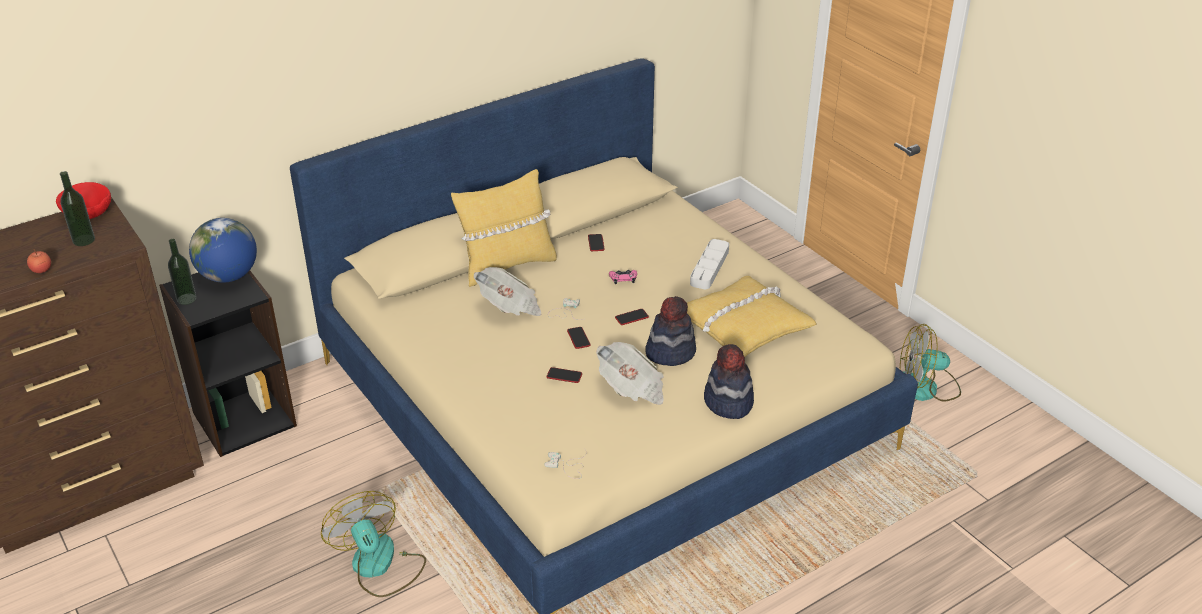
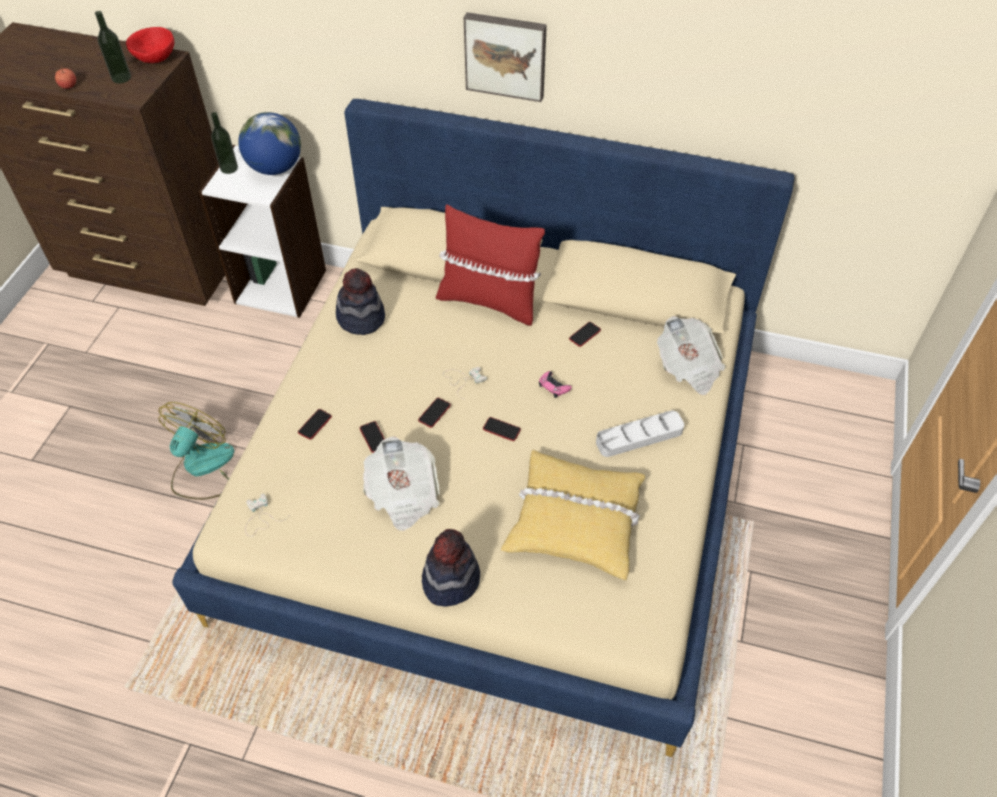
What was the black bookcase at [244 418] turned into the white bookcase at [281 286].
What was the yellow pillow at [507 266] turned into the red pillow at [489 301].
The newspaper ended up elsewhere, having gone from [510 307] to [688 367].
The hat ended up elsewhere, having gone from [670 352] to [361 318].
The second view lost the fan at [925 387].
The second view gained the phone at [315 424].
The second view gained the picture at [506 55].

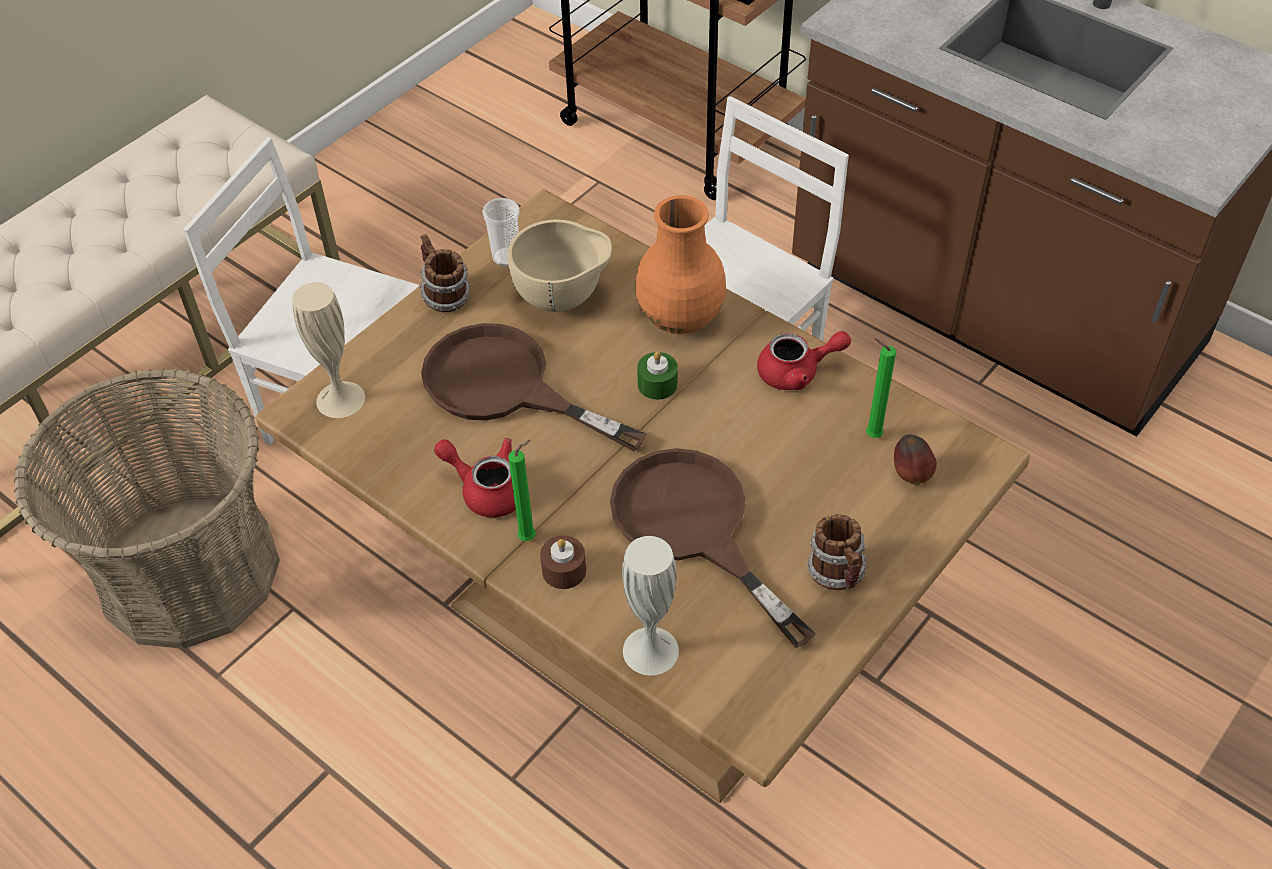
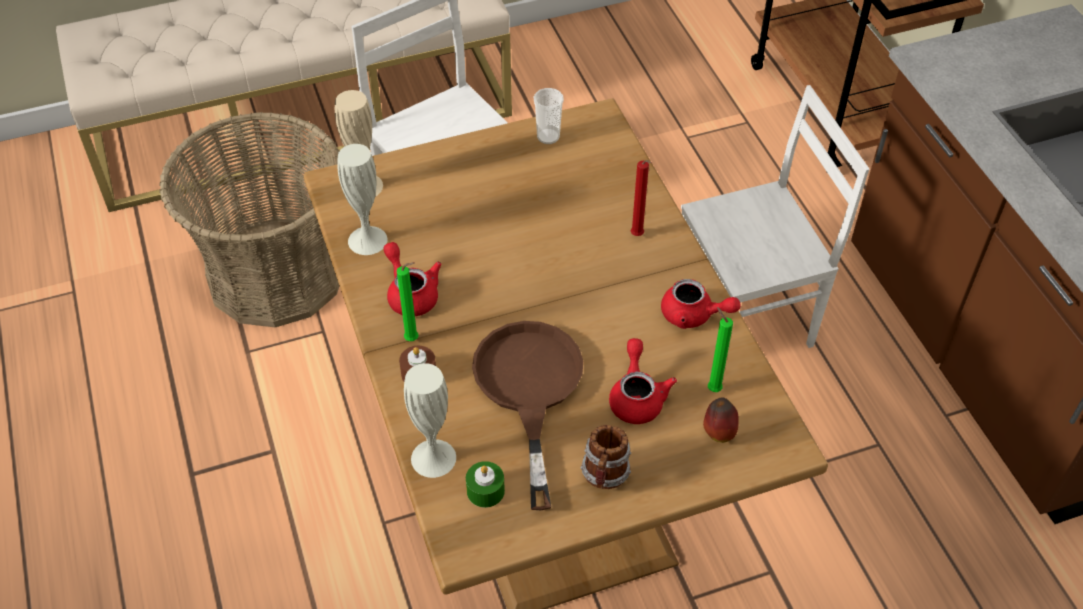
The second view lost the mug at [444 296].
The second view lost the brown frying pan at [506 387].
The second view lost the beige bowl at [563 300].
Where the orange vase stood at [680 319], the red candle came to stand at [638 236].
The green candle ended up elsewhere, having gone from [657 384] to [485 491].
The second view gained the white vase at [367 240].
The second view gained the red teapot at [637 397].

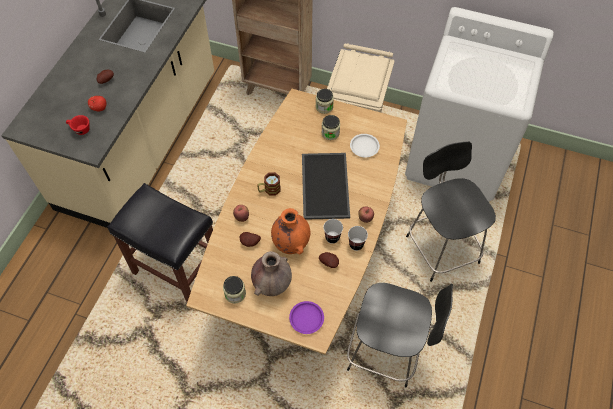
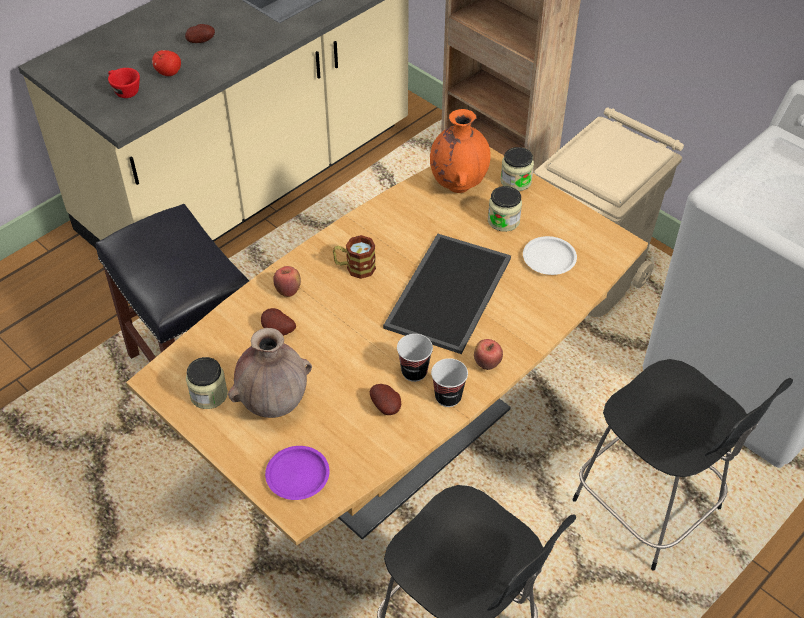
The orange vase ended up elsewhere, having gone from [290 244] to [458 184].
The black chair at [441 247] ended up facing another way, 135 degrees clockwise from before.

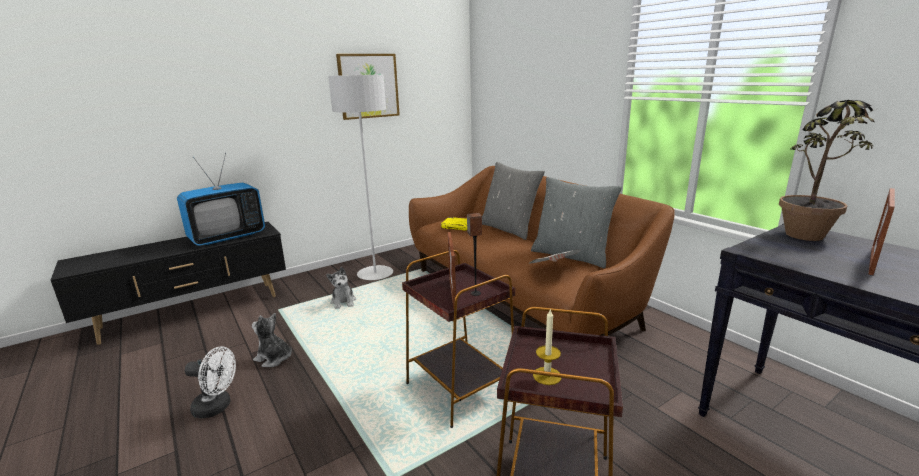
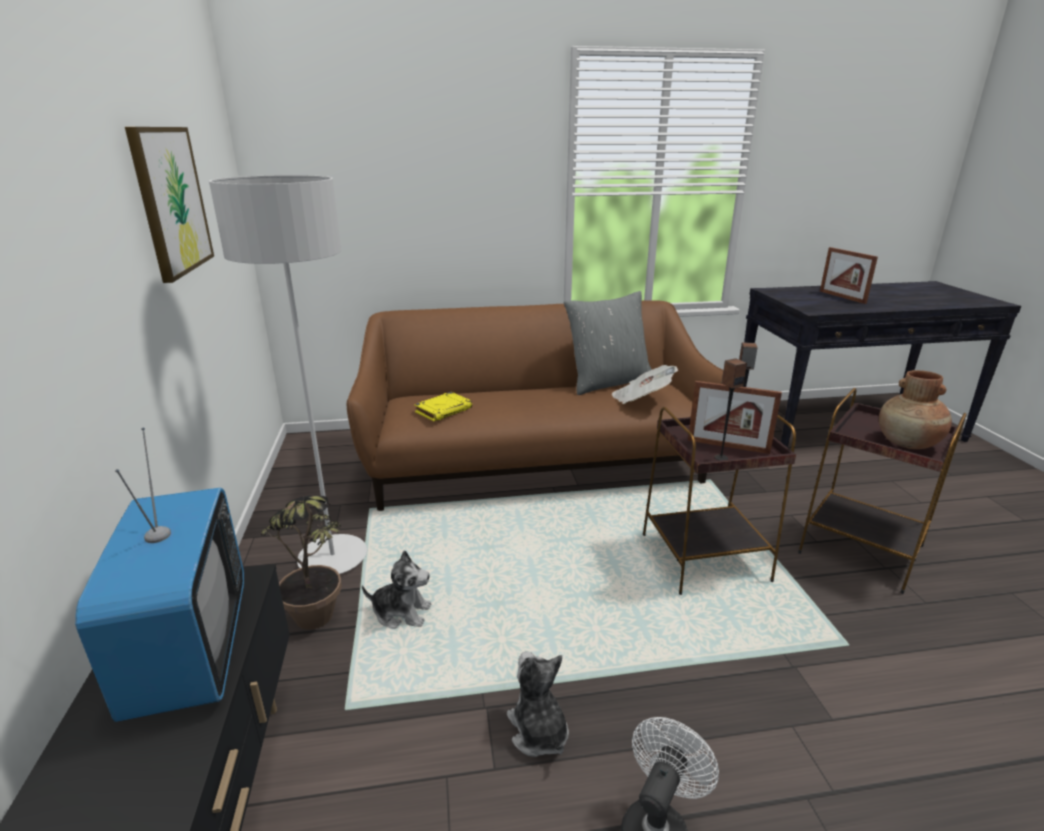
The plush toy at [274 358] ended up facing another way, 105 degrees clockwise from before.
The second view lost the grey pillow at [509 229].
Where the candle stood at [547 376], the brown vase came to stand at [907 443].
The potted plant ended up elsewhere, having gone from [807 239] to [320 624].
The second view gained the speaker at [720 457].

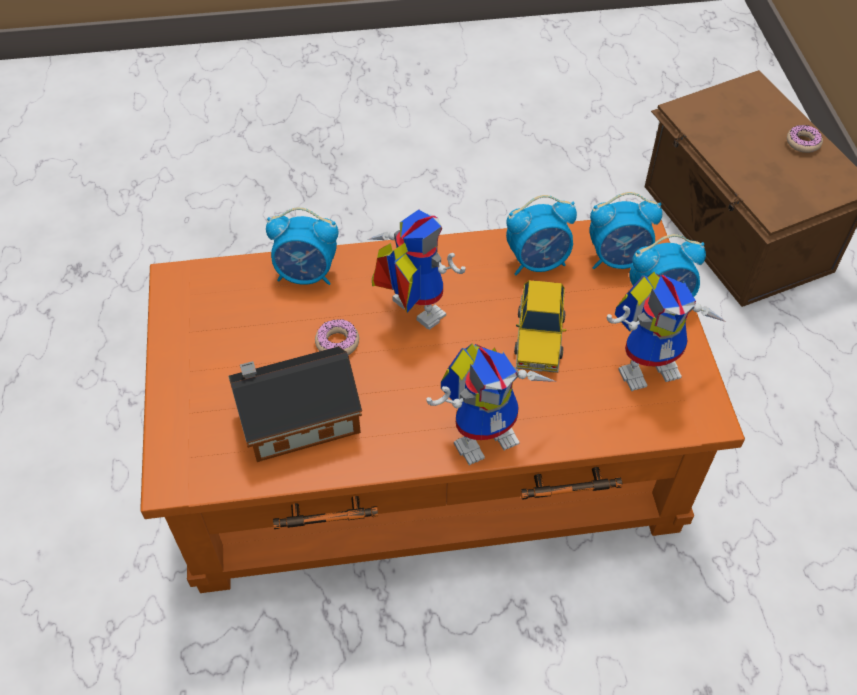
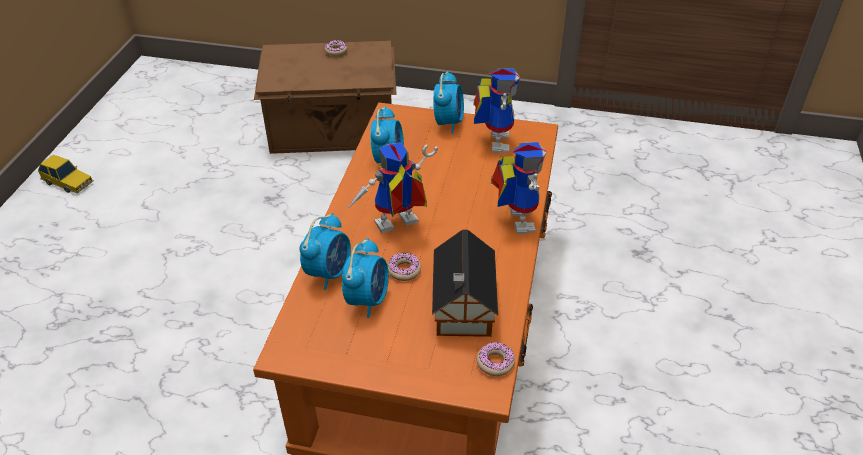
The toy car ended up elsewhere, having gone from [539 337] to [68 182].
The alarm clock ended up elsewhere, having gone from [618 259] to [367 299].
The second view gained the donut at [495 362].

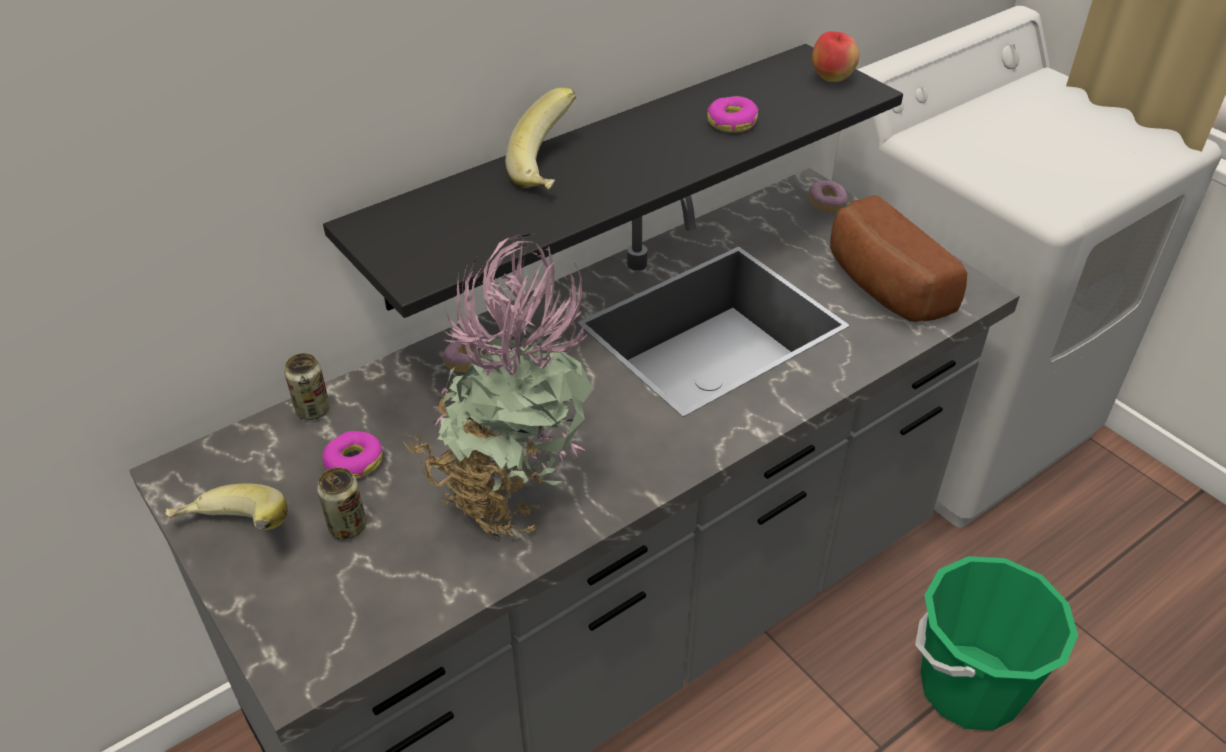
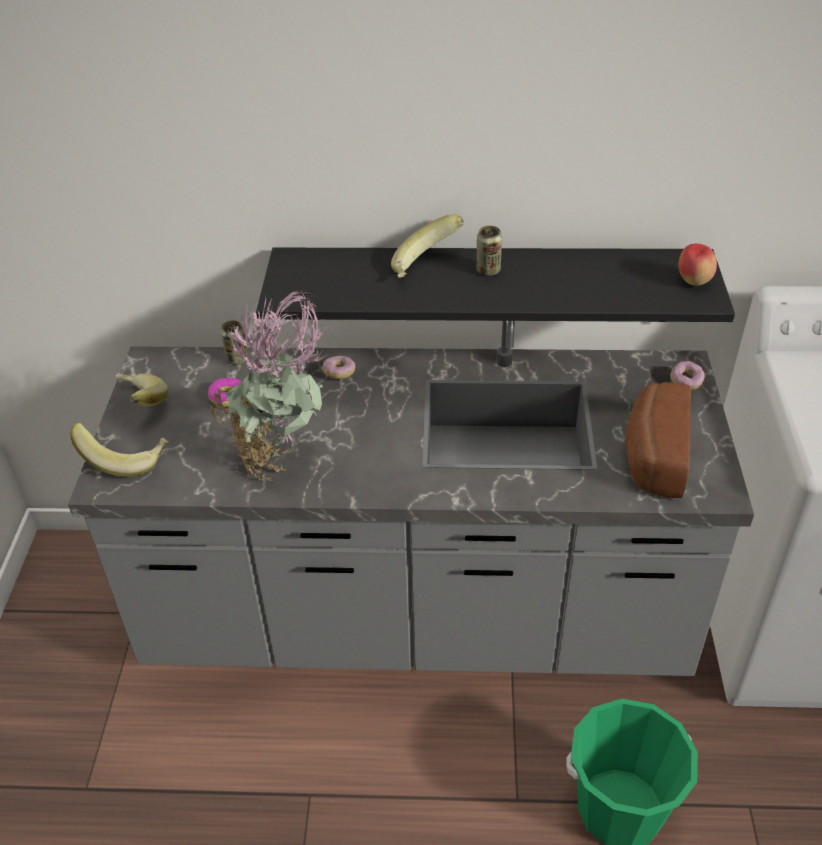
The can ended up elsewhere, having gone from [348 527] to [488 270].
The second view lost the donut at [731 122].
The second view gained the banana at [125 459].

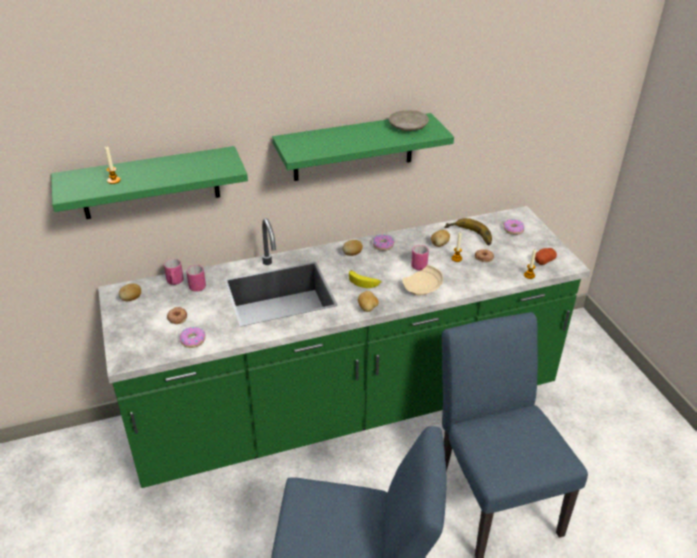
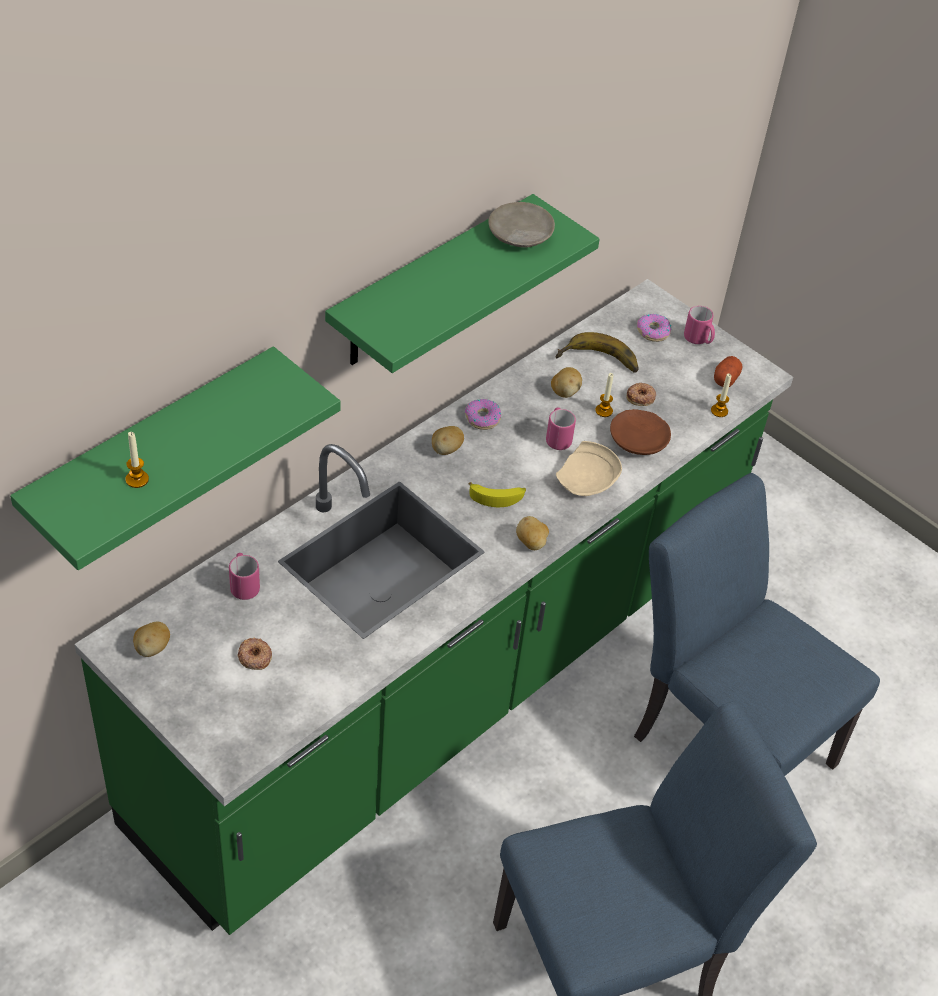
The pink mug ended up elsewhere, having gone from [175 282] to [698 340].
The second view lost the donut at [193 340].
The second view gained the brown plate at [639 439].

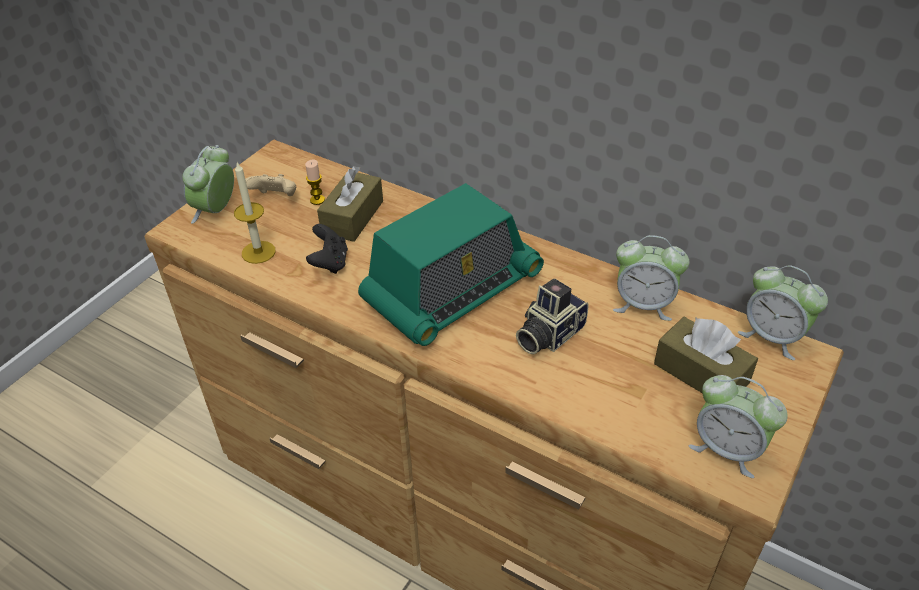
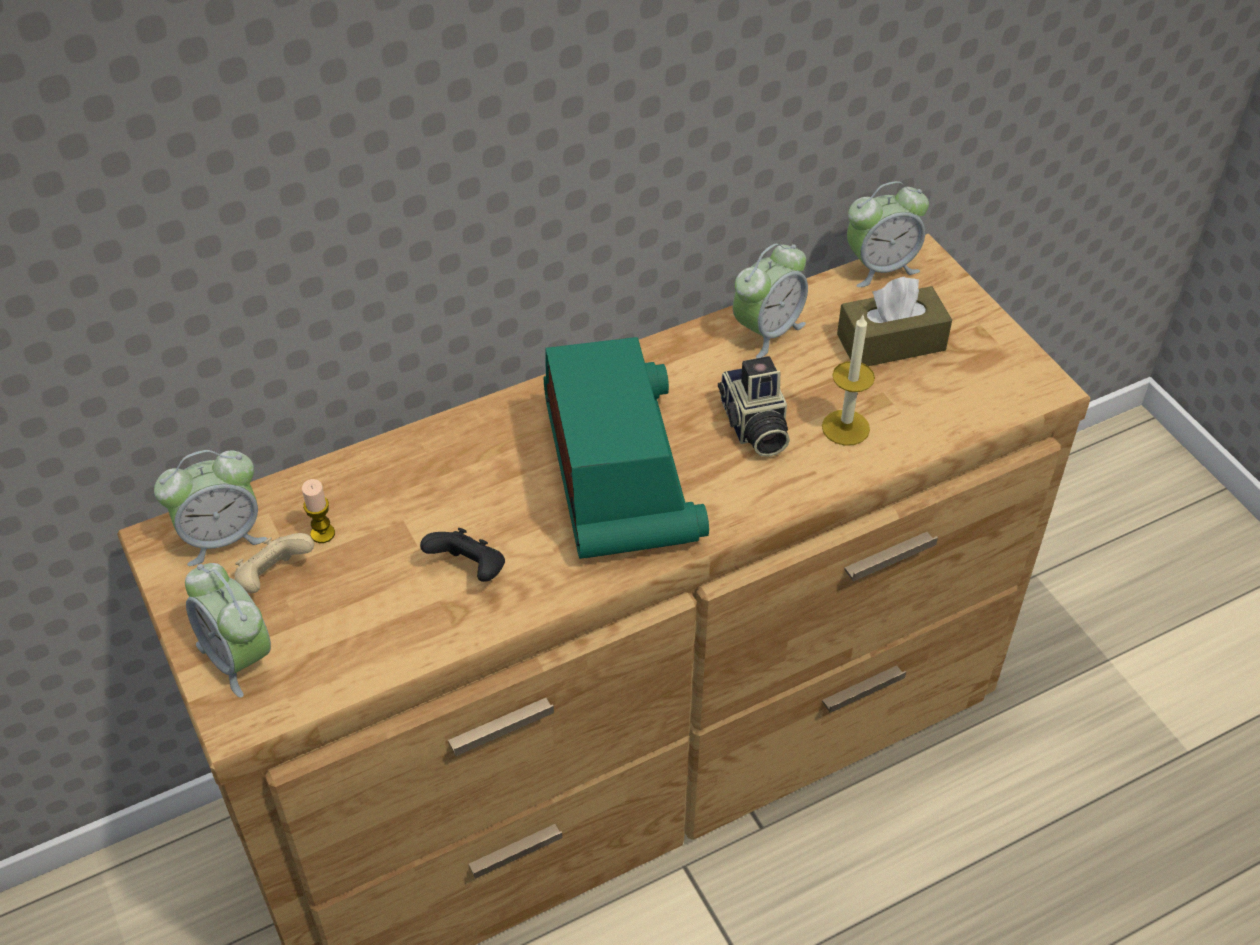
The candle ended up elsewhere, having gone from [258 252] to [845 427].
The second view lost the brown tissue box at [352 217].
The alarm clock ended up elsewhere, having gone from [727 449] to [222 537].

